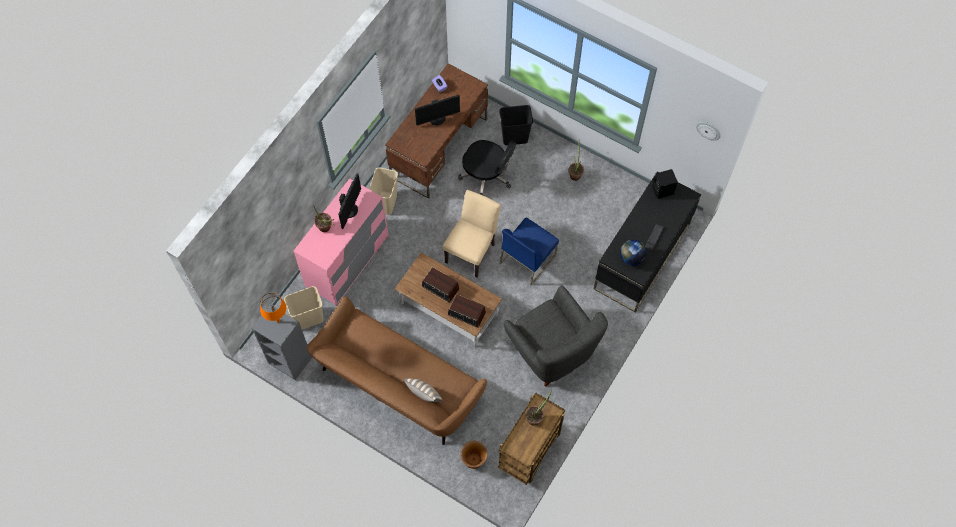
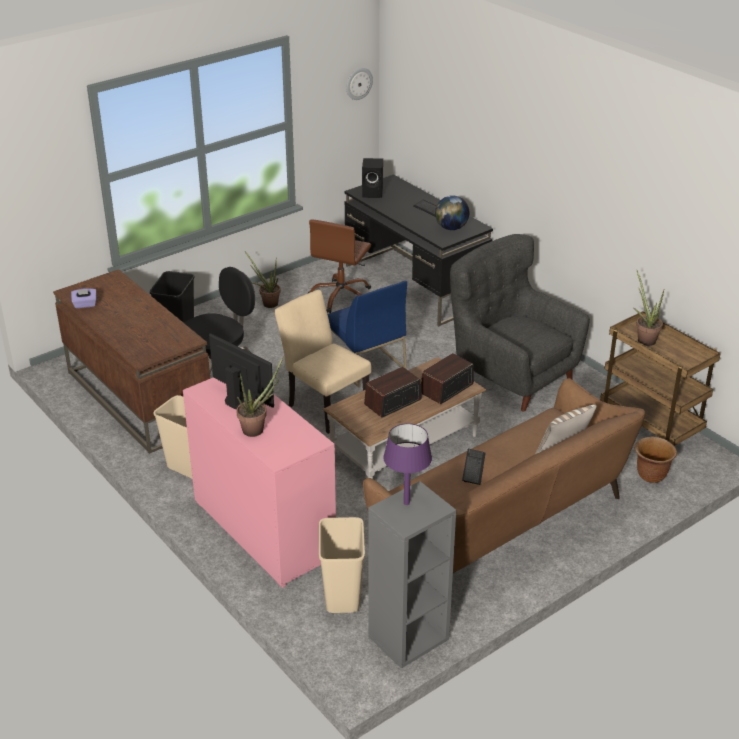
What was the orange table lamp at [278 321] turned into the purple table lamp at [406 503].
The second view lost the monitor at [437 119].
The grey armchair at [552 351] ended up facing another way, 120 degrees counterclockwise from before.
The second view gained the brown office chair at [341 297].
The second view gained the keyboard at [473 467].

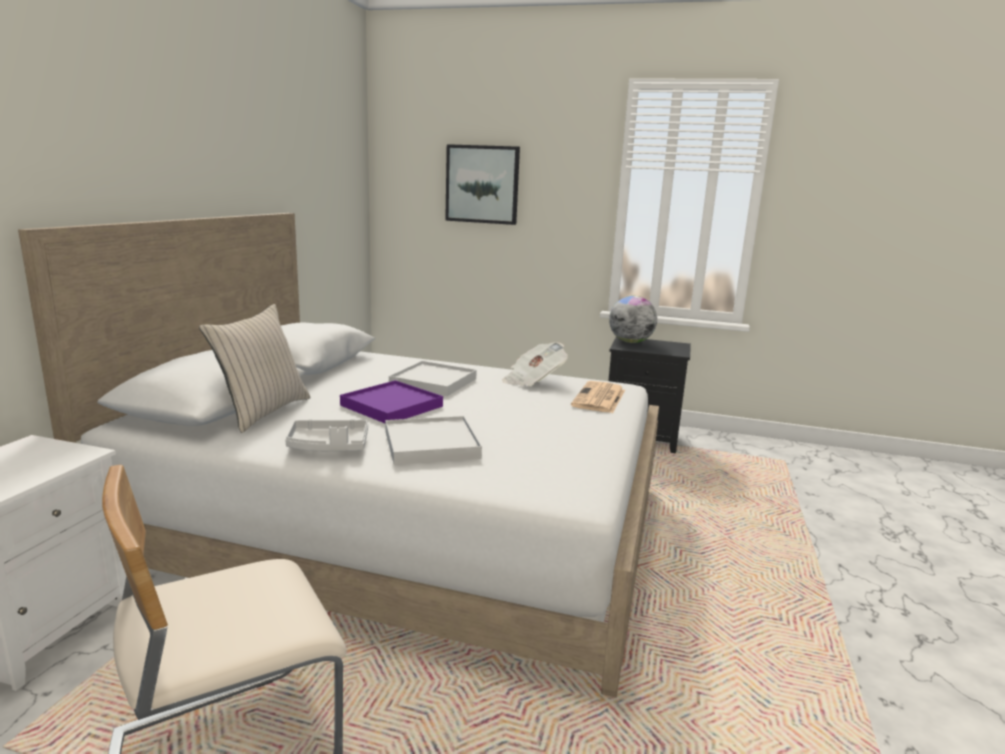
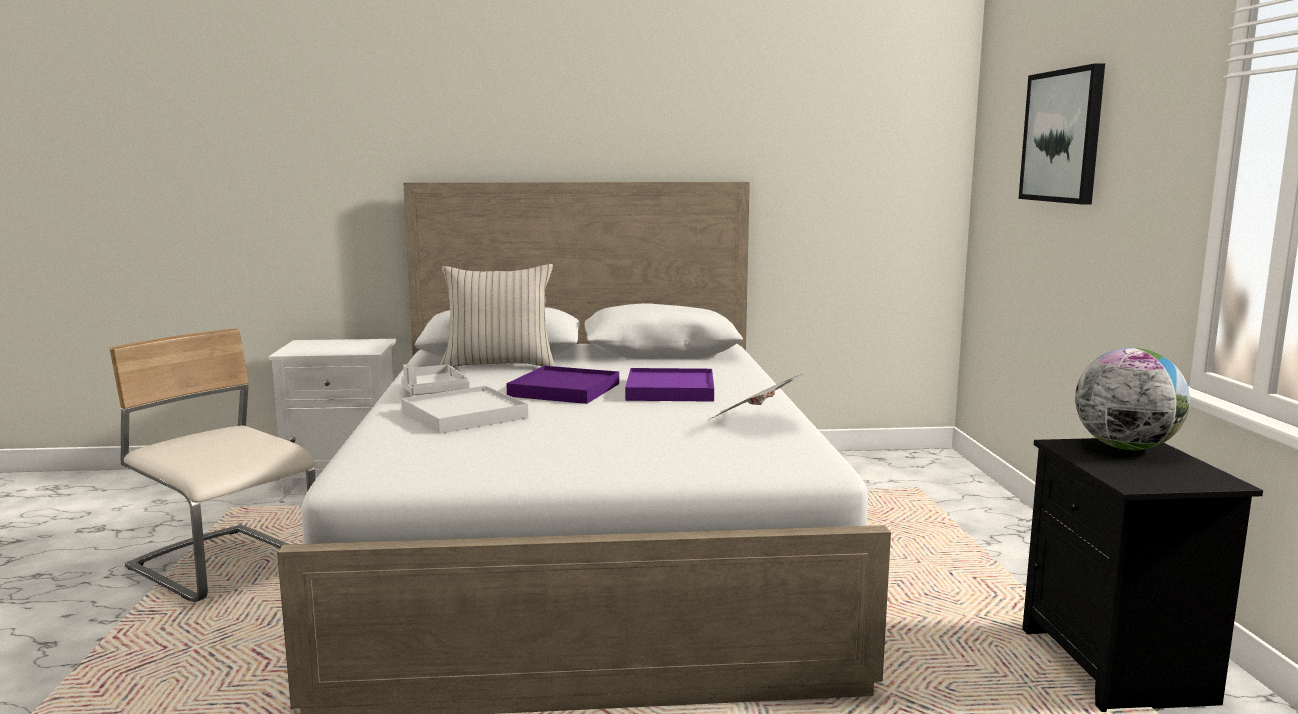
What was the white tray at [434 382] turned into the purple tray at [670 390].
The second view lost the newspaper at [599 398].

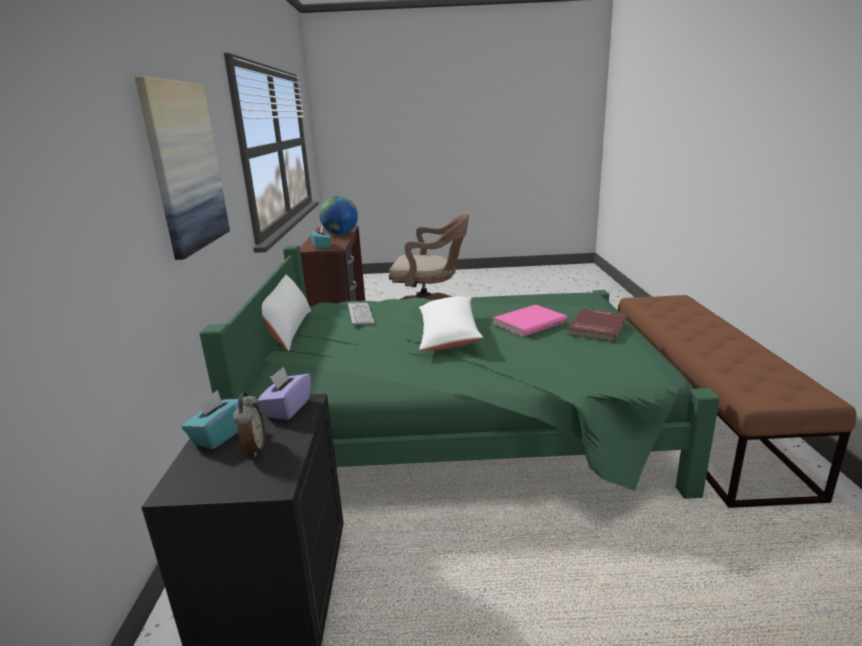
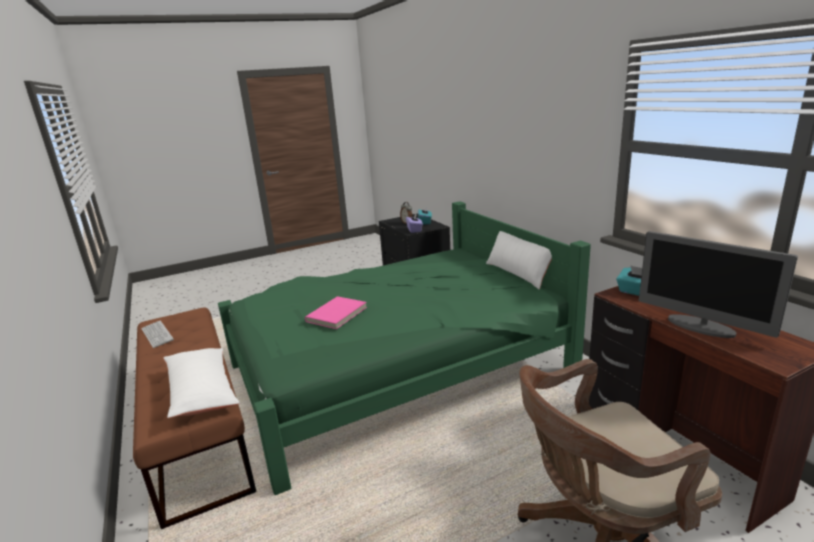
The second view lost the picture at [185 167].
Where the globe stood at [340 234], the monitor came to stand at [701 327].
The keyboard ended up elsewhere, having gone from [360 314] to [157 335].
The white pillow ended up elsewhere, having gone from [448 334] to [201 391].
The second view lost the red book at [596 327].

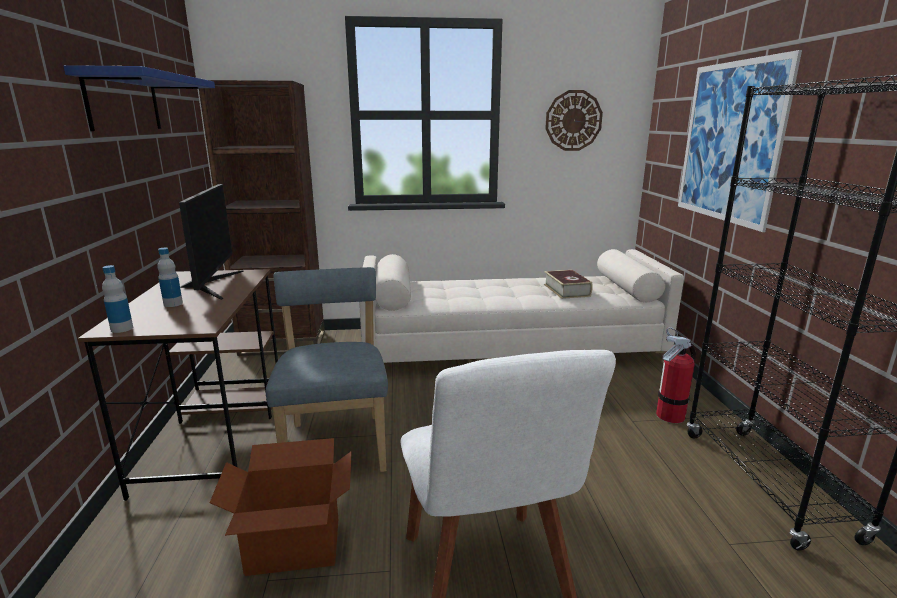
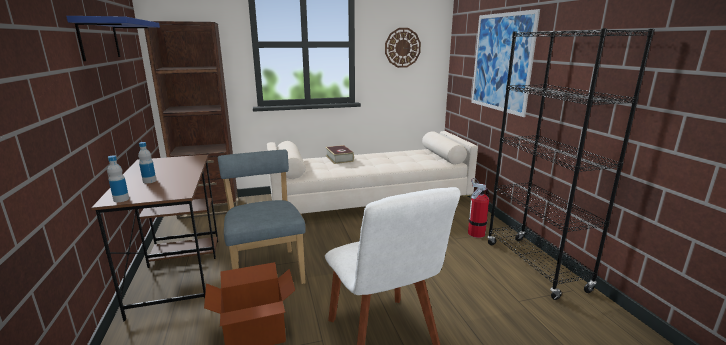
The second view lost the monitor at [211 285].
The book ended up elsewhere, having gone from [566 290] to [339 158].

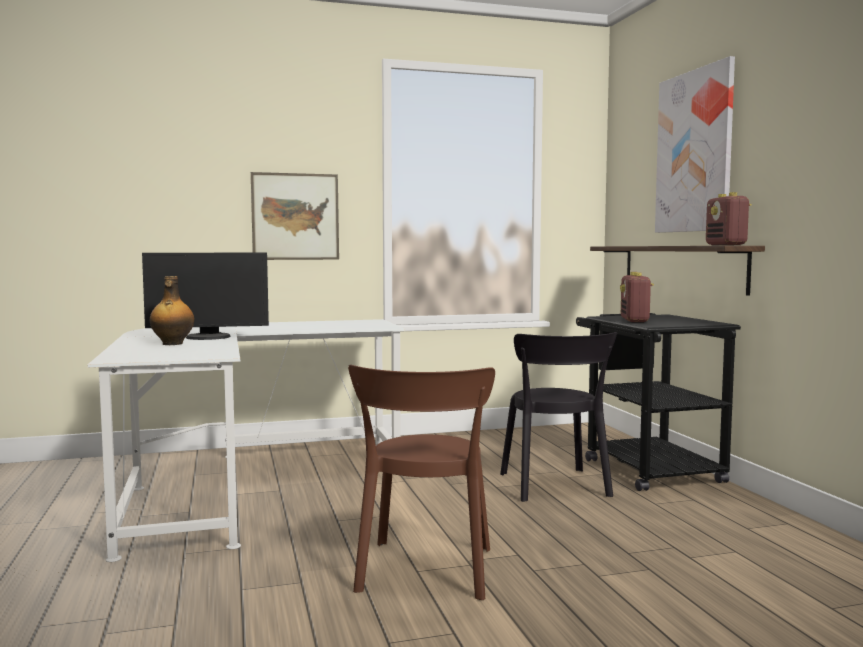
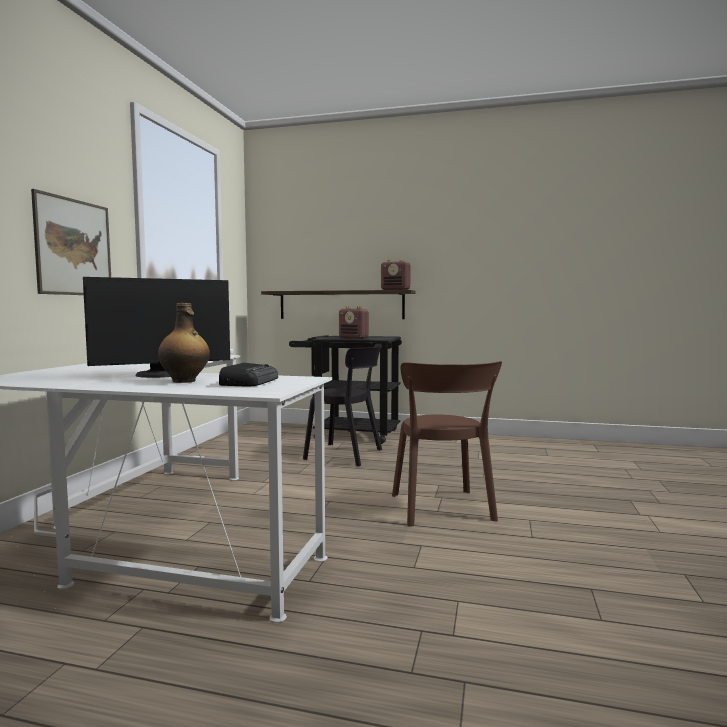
The monitor at [208 337] ended up facing another way, 45 degrees clockwise from before.
The brown chair at [425 573] ended up facing another way, 45 degrees clockwise from before.
The second view lost the picture at [694 152].
The second view gained the radio at [249 382].

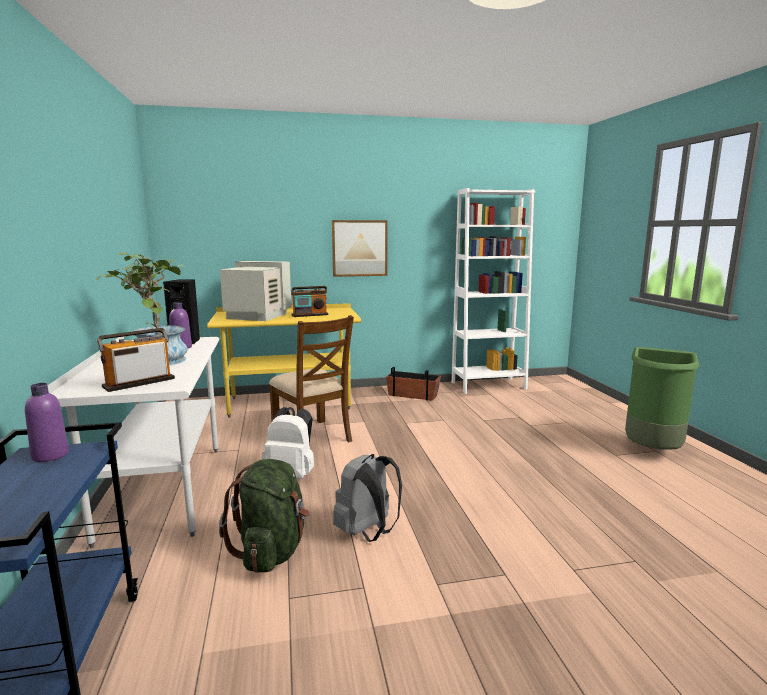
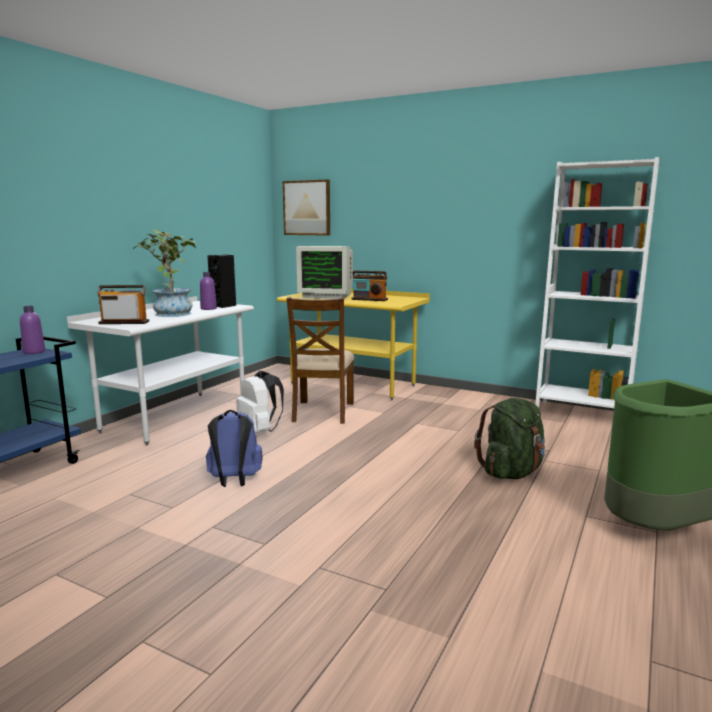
The green backpack ended up elsewhere, having gone from [272 551] to [511 472].
The monitor at [257 316] ended up facing another way, 135 degrees clockwise from before.
The picture ended up elsewhere, having gone from [359 248] to [307 208].
What was the grey backpack at [367 532] turned into the blue backpack at [234 481].
The second view lost the planter at [413 395].

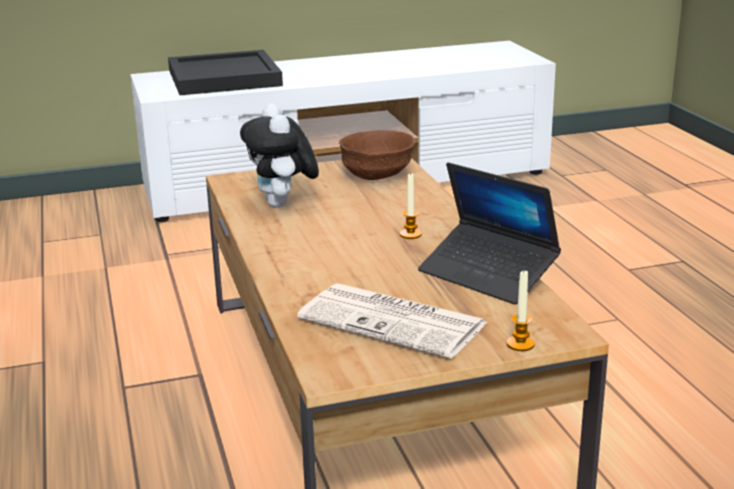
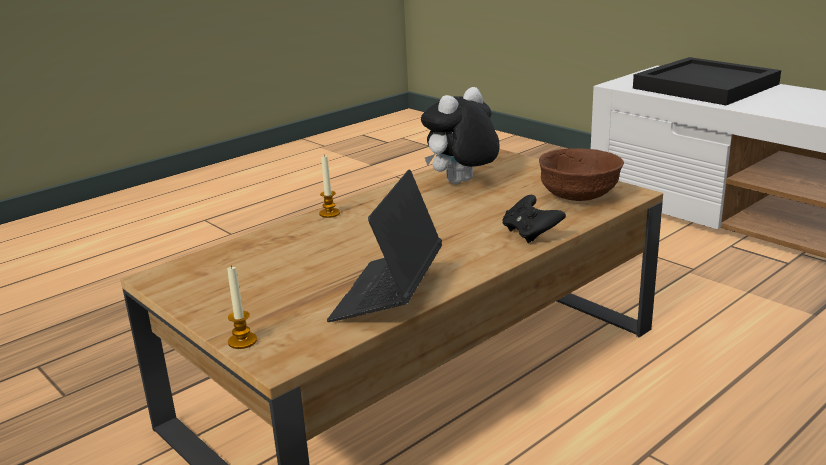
The second view lost the newspaper at [395 321].
The candle ended up elsewhere, having gone from [410 234] to [329 213].
The second view gained the black game controller at [530 234].

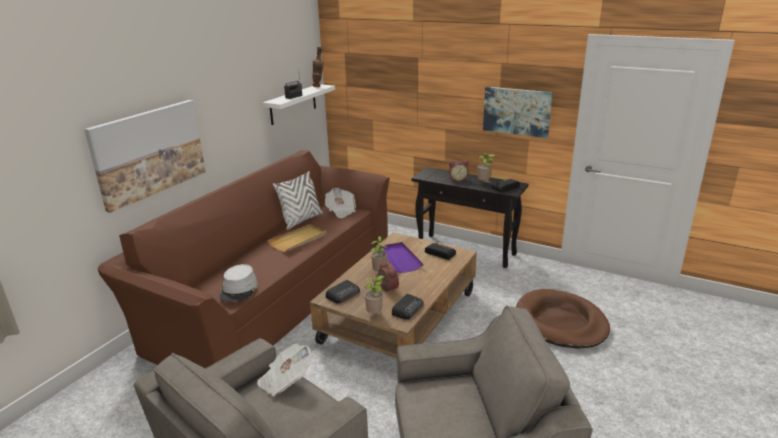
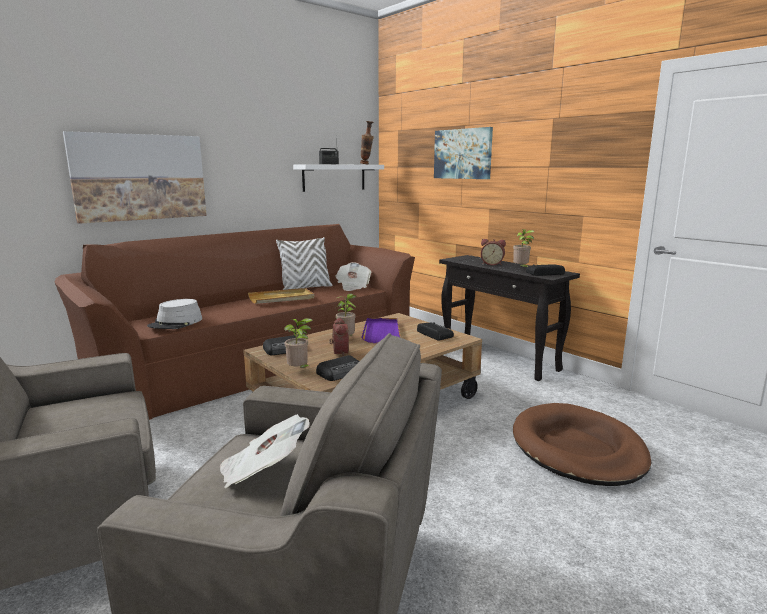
The newspaper ended up elsewhere, having gone from [285 381] to [263 471].
The picture ended up elsewhere, having gone from [517 111] to [462 154].

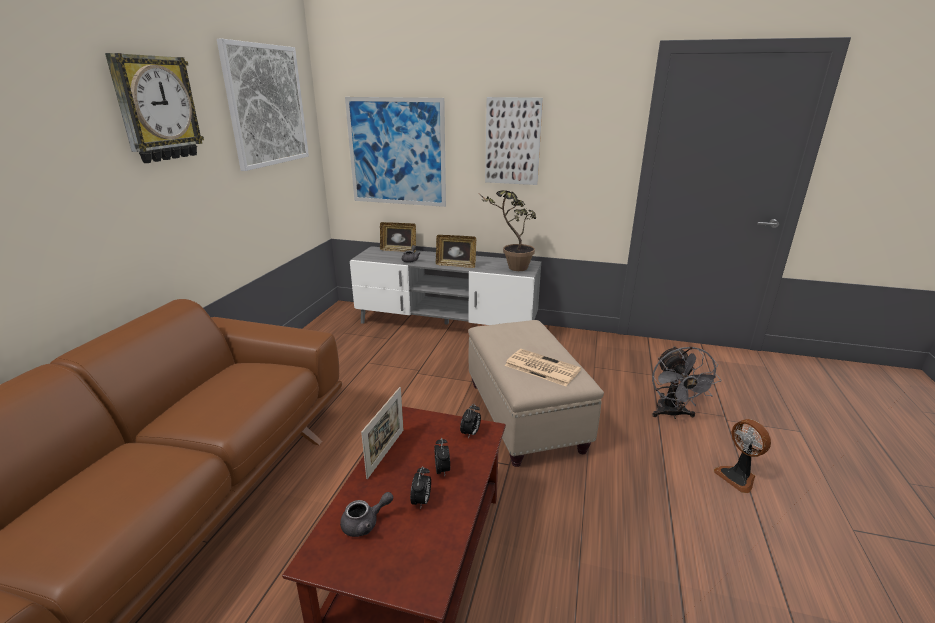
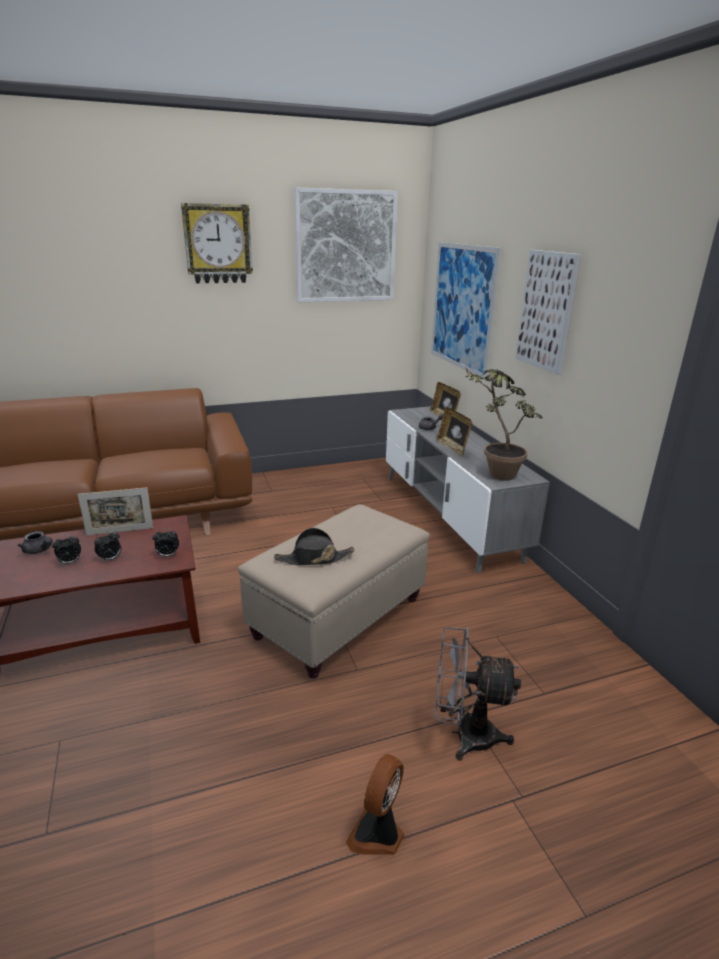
Where the newspaper stood at [541 367], the black hat came to stand at [314 558].
The grey fan at [672 414] ended up facing another way, 45 degrees clockwise from before.

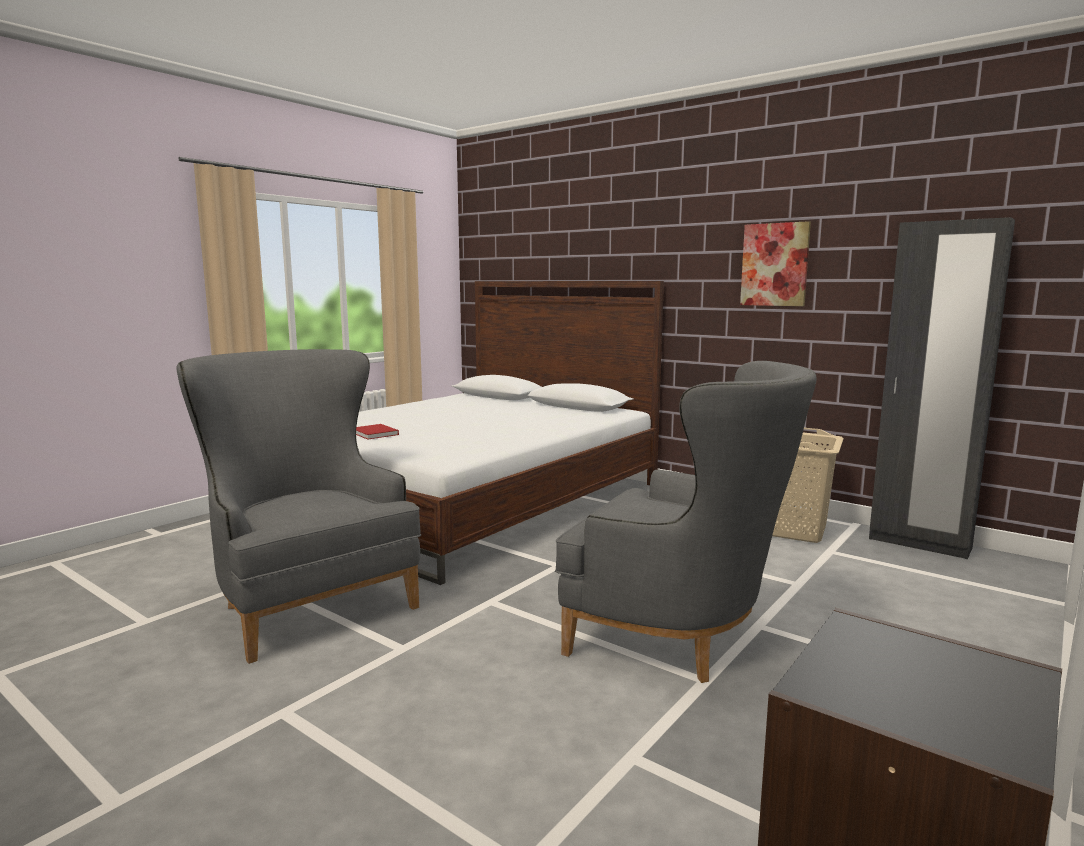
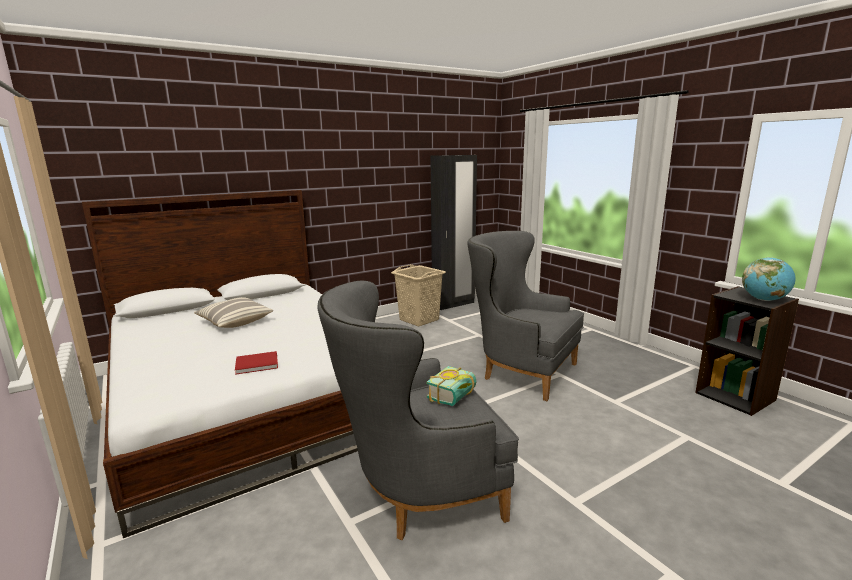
The grey armchair at [680 636] ended up facing another way, 105 degrees counterclockwise from before.
The second view lost the picture at [774 264].
The second view gained the pillow at [234 322].
The second view gained the book at [456 397].
The second view gained the globe at [764 300].

